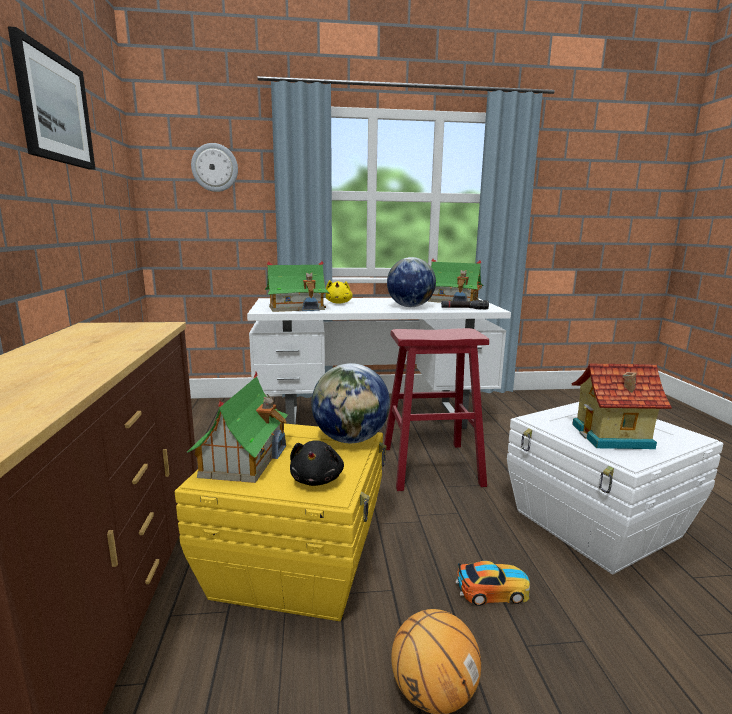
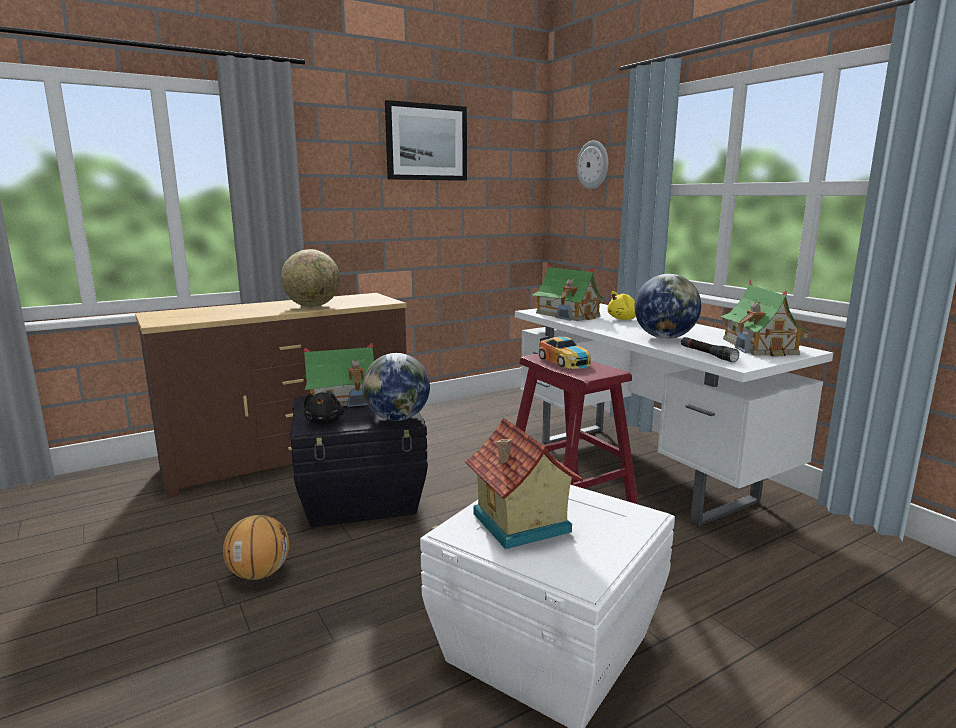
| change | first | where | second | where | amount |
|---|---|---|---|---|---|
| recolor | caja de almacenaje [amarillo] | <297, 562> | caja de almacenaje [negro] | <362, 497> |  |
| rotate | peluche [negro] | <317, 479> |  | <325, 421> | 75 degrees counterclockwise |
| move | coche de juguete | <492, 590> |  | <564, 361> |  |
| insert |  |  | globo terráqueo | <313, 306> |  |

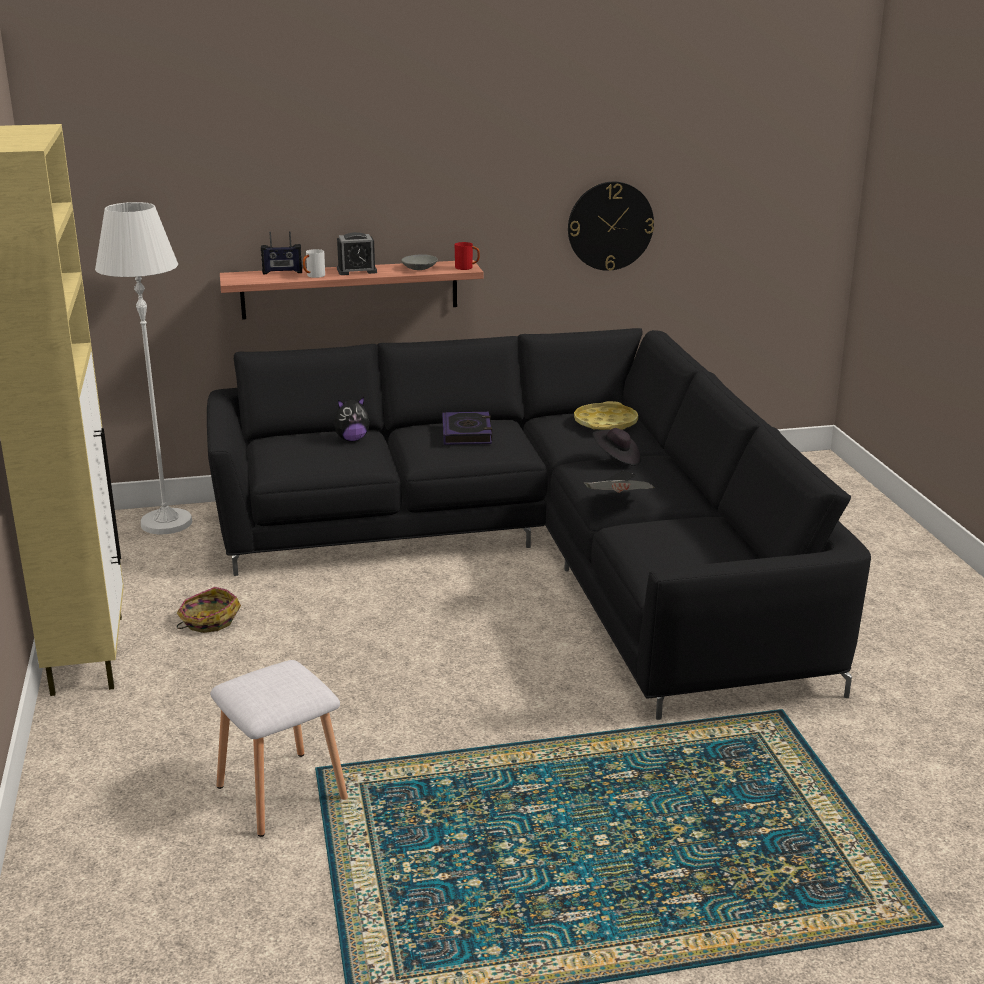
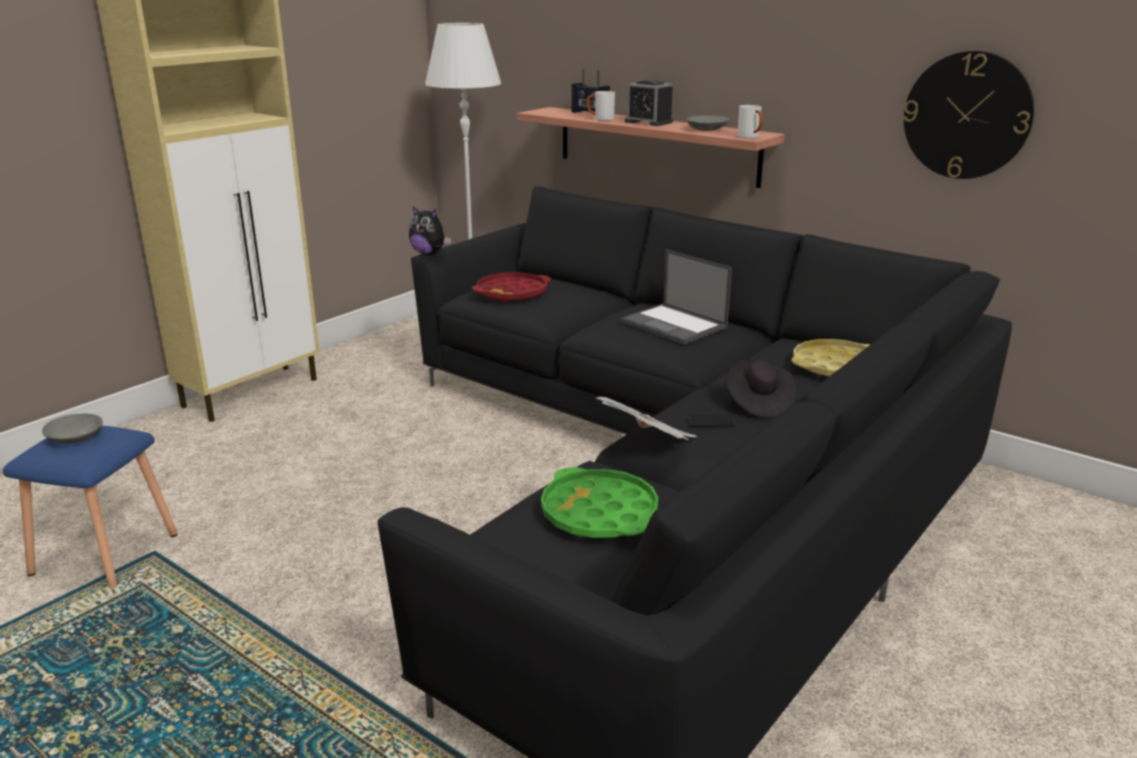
| change | first | where | second | where | amount |
|---|---|---|---|---|---|
| recolor | taza grande [rojo] | <467, 268> | taza grande [blanco] | <750, 137> |  |
| move | peluche | <352, 439> |  | <429, 253> |  |
| replace | libro | <467, 433> | portátil | <675, 325> |  |
| delete | cesta | <208, 621> |  |  |  |
| recolor | taburete [blanco] | <283, 791> | taburete [azul] | <107, 553> |  |
| insert |  |  | bandeja [rojo] | <512, 293> |  |
| insert |  |  | cuenco [gris] | <76, 438> |  |
| insert |  |  | bandeja [verde] | <599, 513> |  |

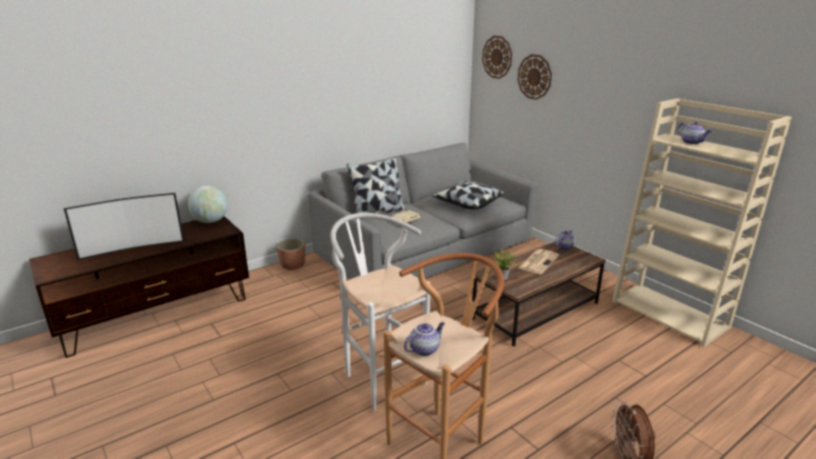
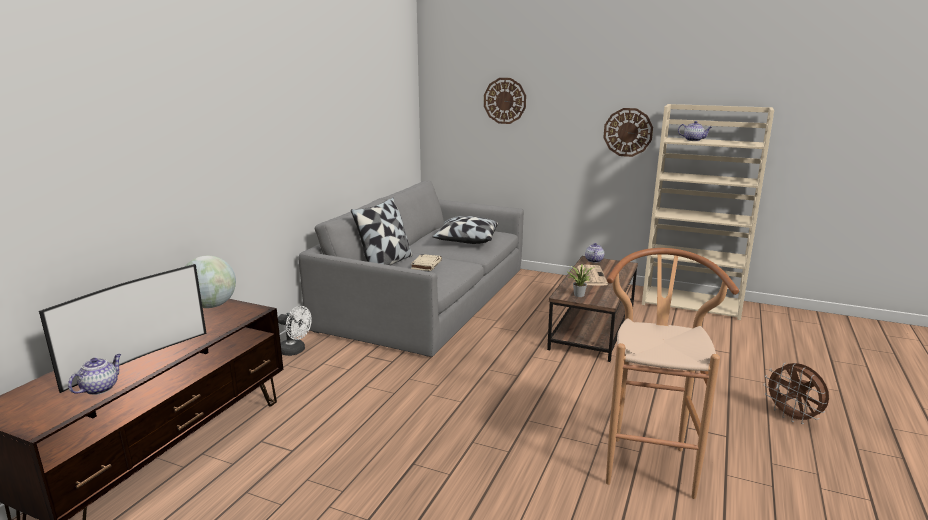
| change | first | where | second | where | amount |
|---|---|---|---|---|---|
| move | reloj de pared | <497, 57> |  | <628, 132> |  |
| delete | taburete [blanco] | <380, 376> |  |  |  |
| replace | maceta | <292, 265> | ventilador [blanco] | <295, 351> |  |
| move | tetera | <424, 349> |  | <100, 388> |  |

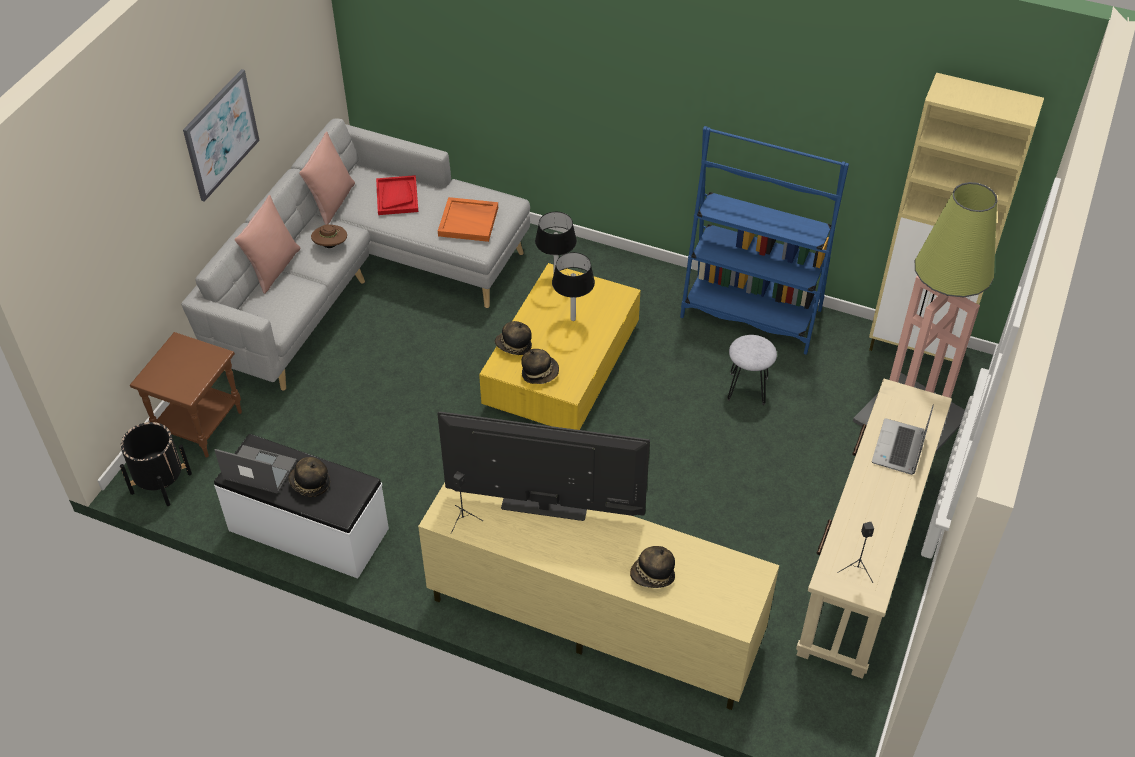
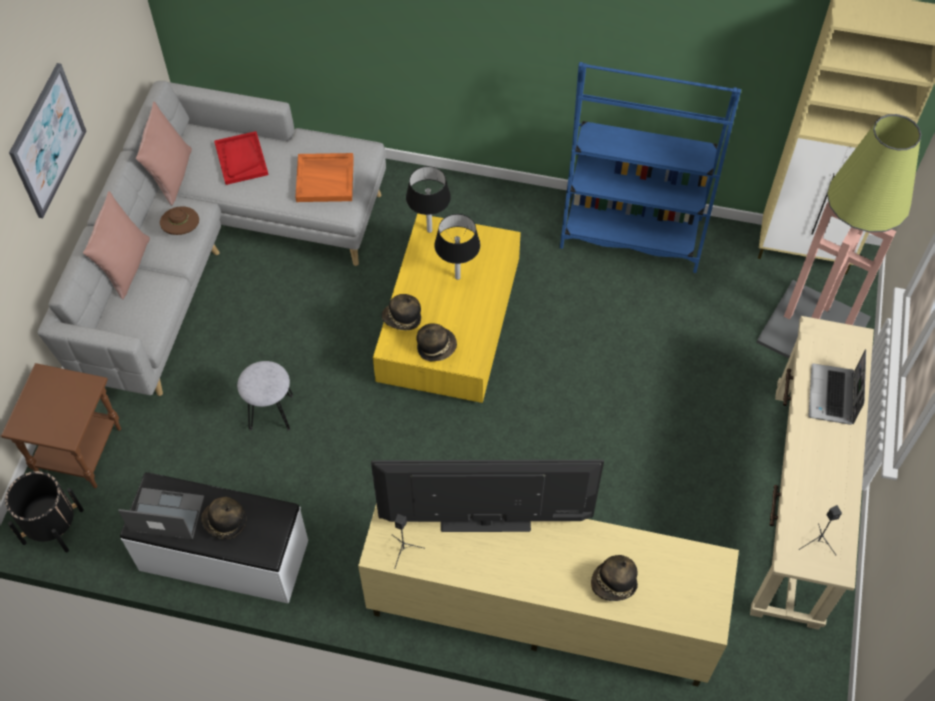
| change | first | where | second | where | amount |
|---|---|---|---|---|---|
| move | taburete [gris] | <747, 388> |  | <270, 412> |  |

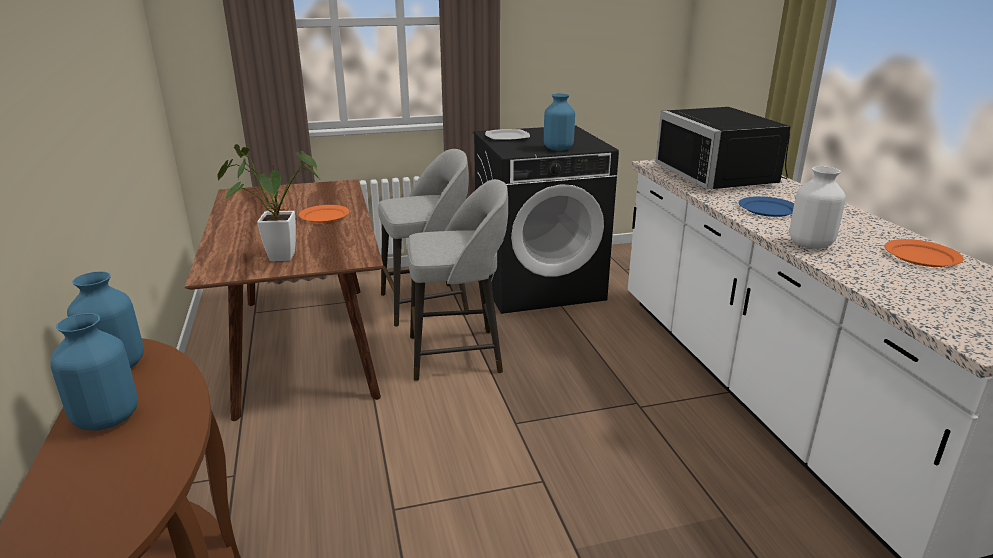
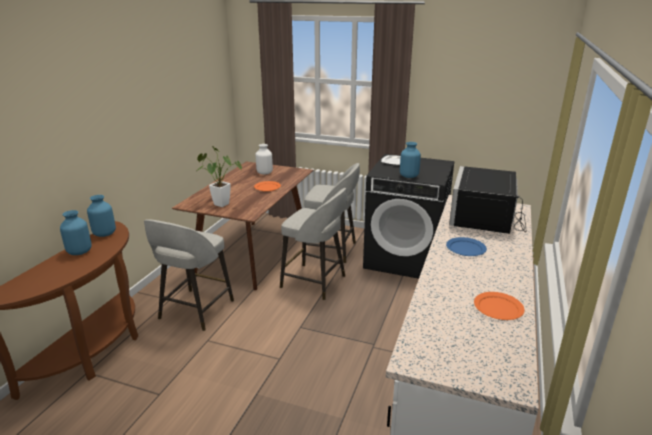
| change | first | where | second | where | amount |
|---|---|---|---|---|---|
| move | florero [blanco] | <810, 244> |  | <264, 173> |  |
| insert |  |  | taburete [gris] | <195, 310> |  |

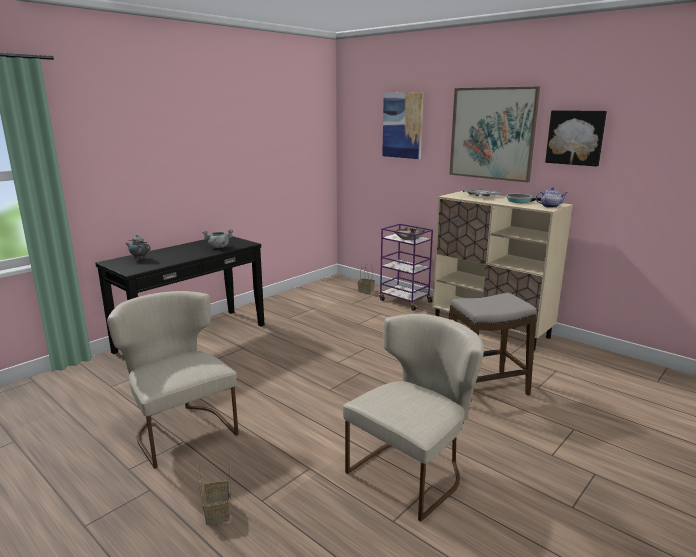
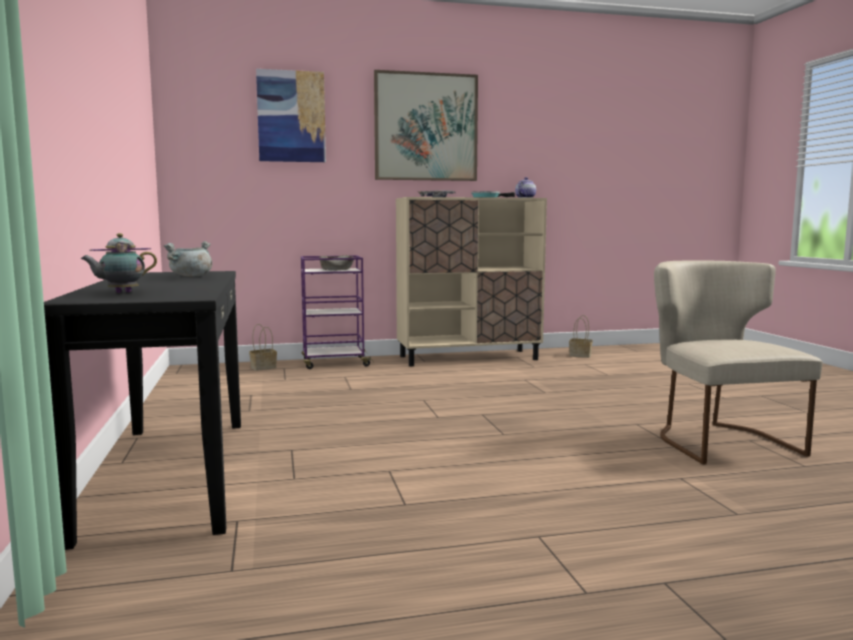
| change | first | where | second | where | amount |
|---|---|---|---|---|---|
| delete | cuadro | <575, 137> |  |  |  |
| delete | silla [beis] | <180, 429> |  |  |  |
| delete | taburete | <485, 388> |  |  |  |
| move | cesta | <218, 513> |  | <581, 355> |  |

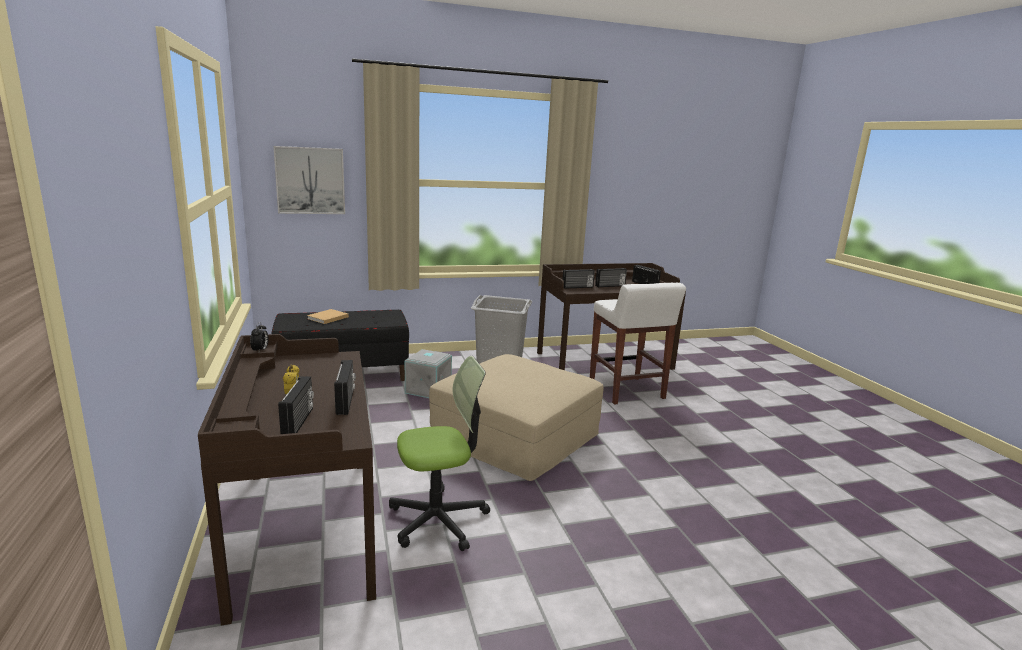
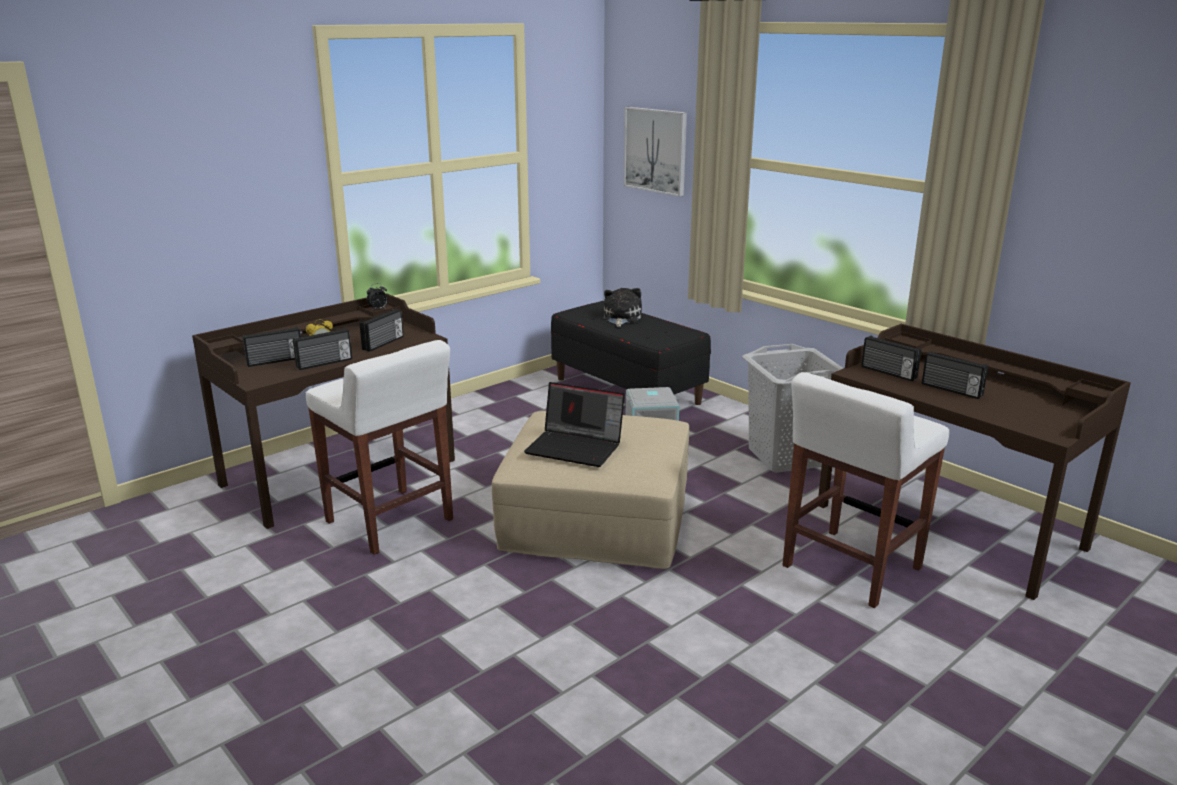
| change | first | where | second | where | amount |
|---|---|---|---|---|---|
| move | radio | <645, 284> |  | <384, 343> |  |
| replace | libro [beis] | <327, 318> | peluche | <621, 318> |  |
| replace | silla de oficina | <438, 520> | taburete [blanco] | <390, 522> |  |
| insert |  |  | portátil | <576, 447> |  |

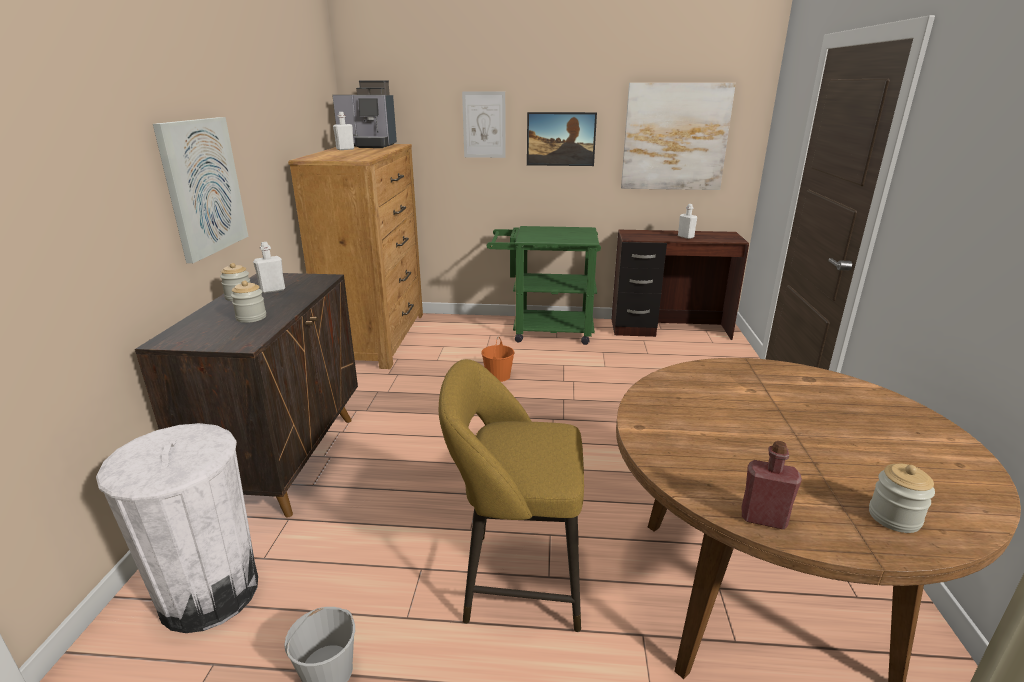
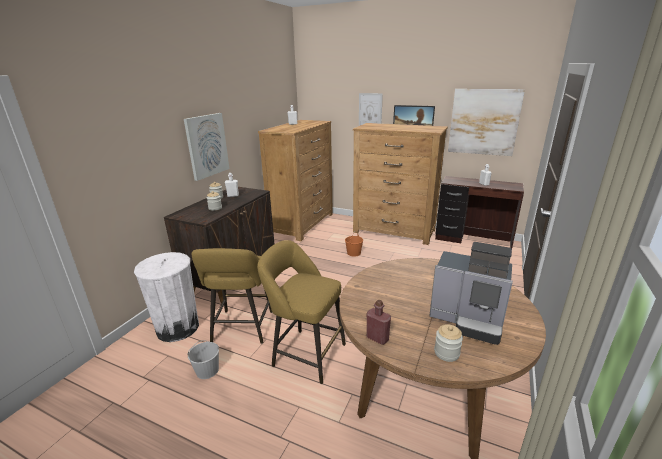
| change | first | where | second | where | amount |
|---|---|---|---|---|---|
| move | cafetera | <369, 145> |  | <468, 320> |  |
| replace | carrito [verde] | <544, 331> | cómoda [marrón] | <394, 231> |  |
| insert |  |  | taburete [amarillo] | <242, 329> |  |

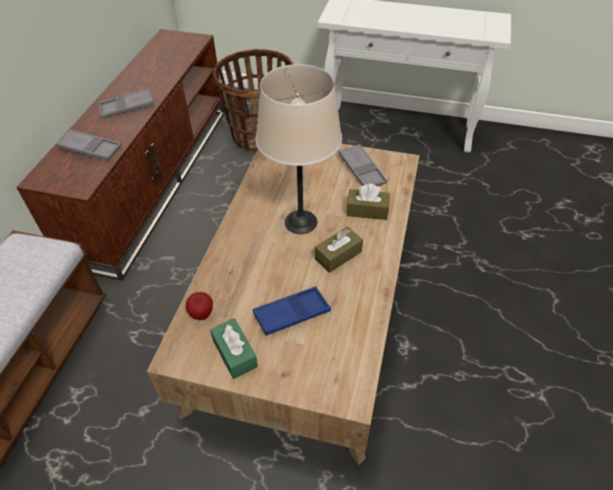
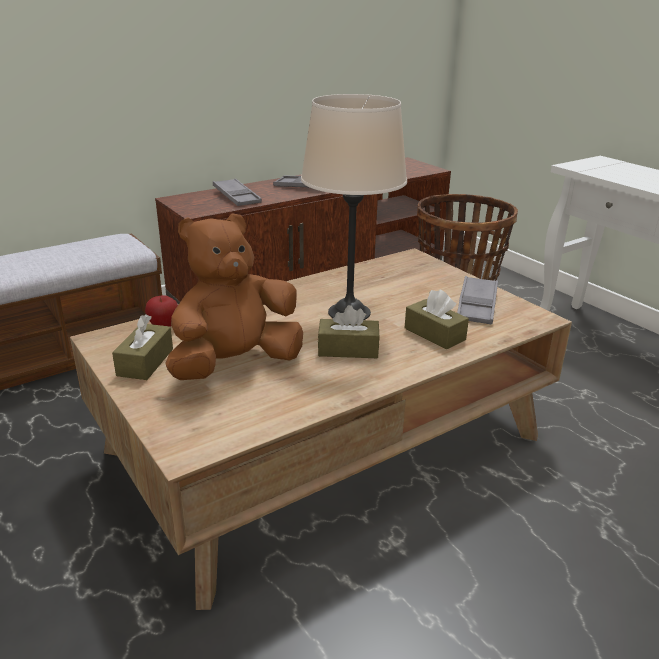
| change | first | where | second | where | amount |
|---|---|---|---|---|---|
| replace | bandeja [azul] | <292, 313> | peluche [marrón] | <235, 364> |  |
| recolor | caja de pañuelos [verde] | <235, 353> | caja de pañuelos [marrón] | <145, 362> |  |

